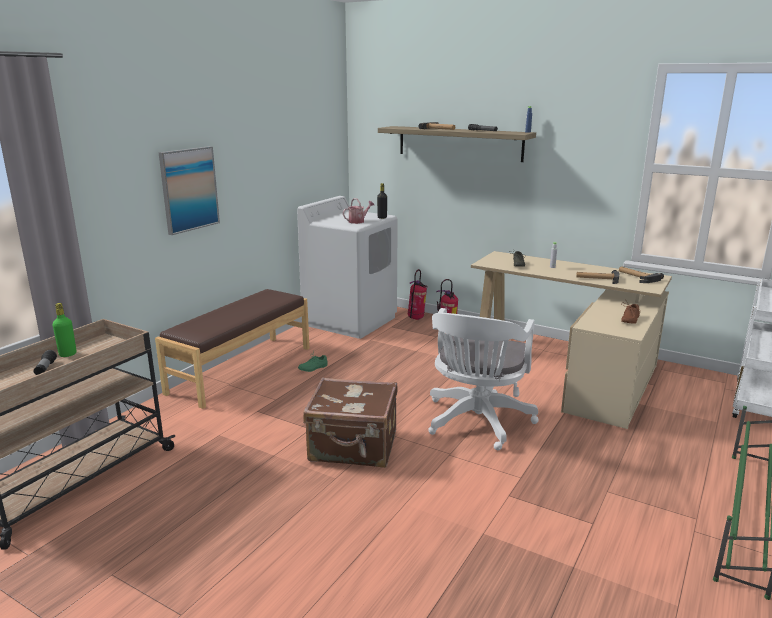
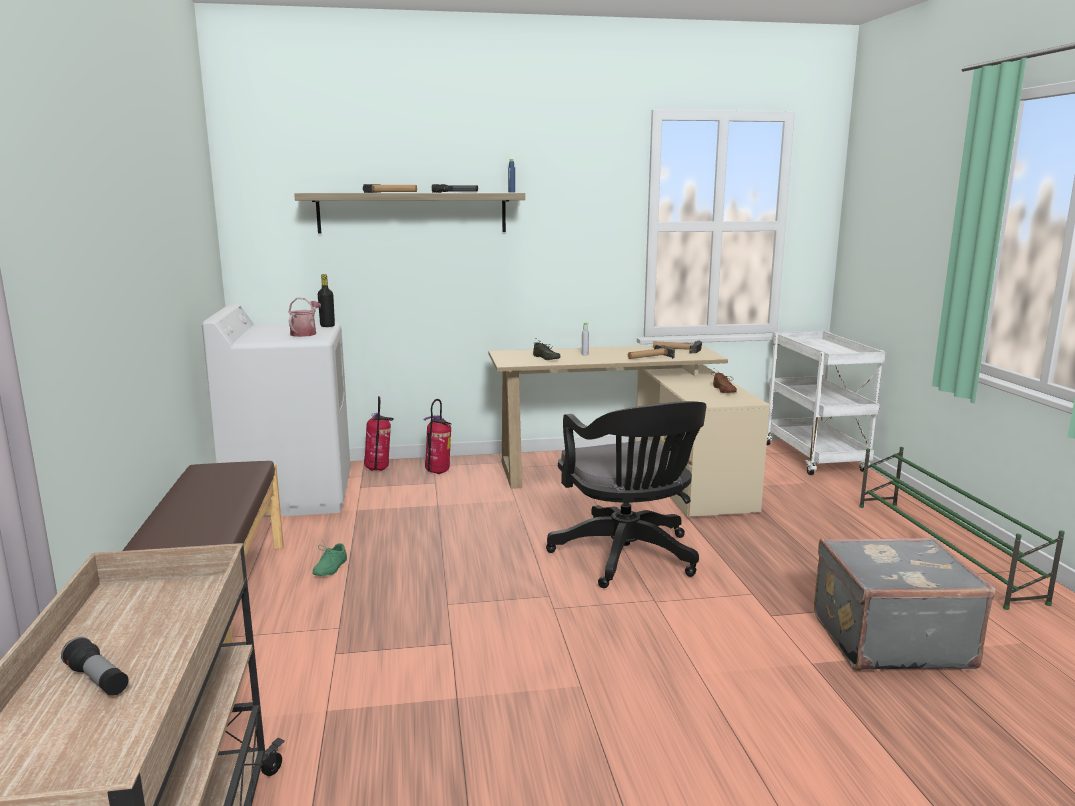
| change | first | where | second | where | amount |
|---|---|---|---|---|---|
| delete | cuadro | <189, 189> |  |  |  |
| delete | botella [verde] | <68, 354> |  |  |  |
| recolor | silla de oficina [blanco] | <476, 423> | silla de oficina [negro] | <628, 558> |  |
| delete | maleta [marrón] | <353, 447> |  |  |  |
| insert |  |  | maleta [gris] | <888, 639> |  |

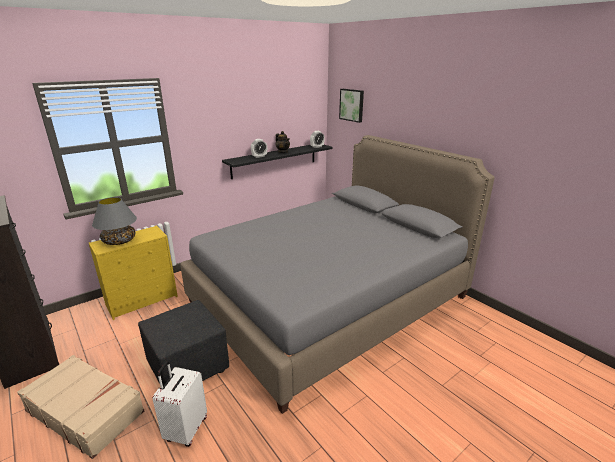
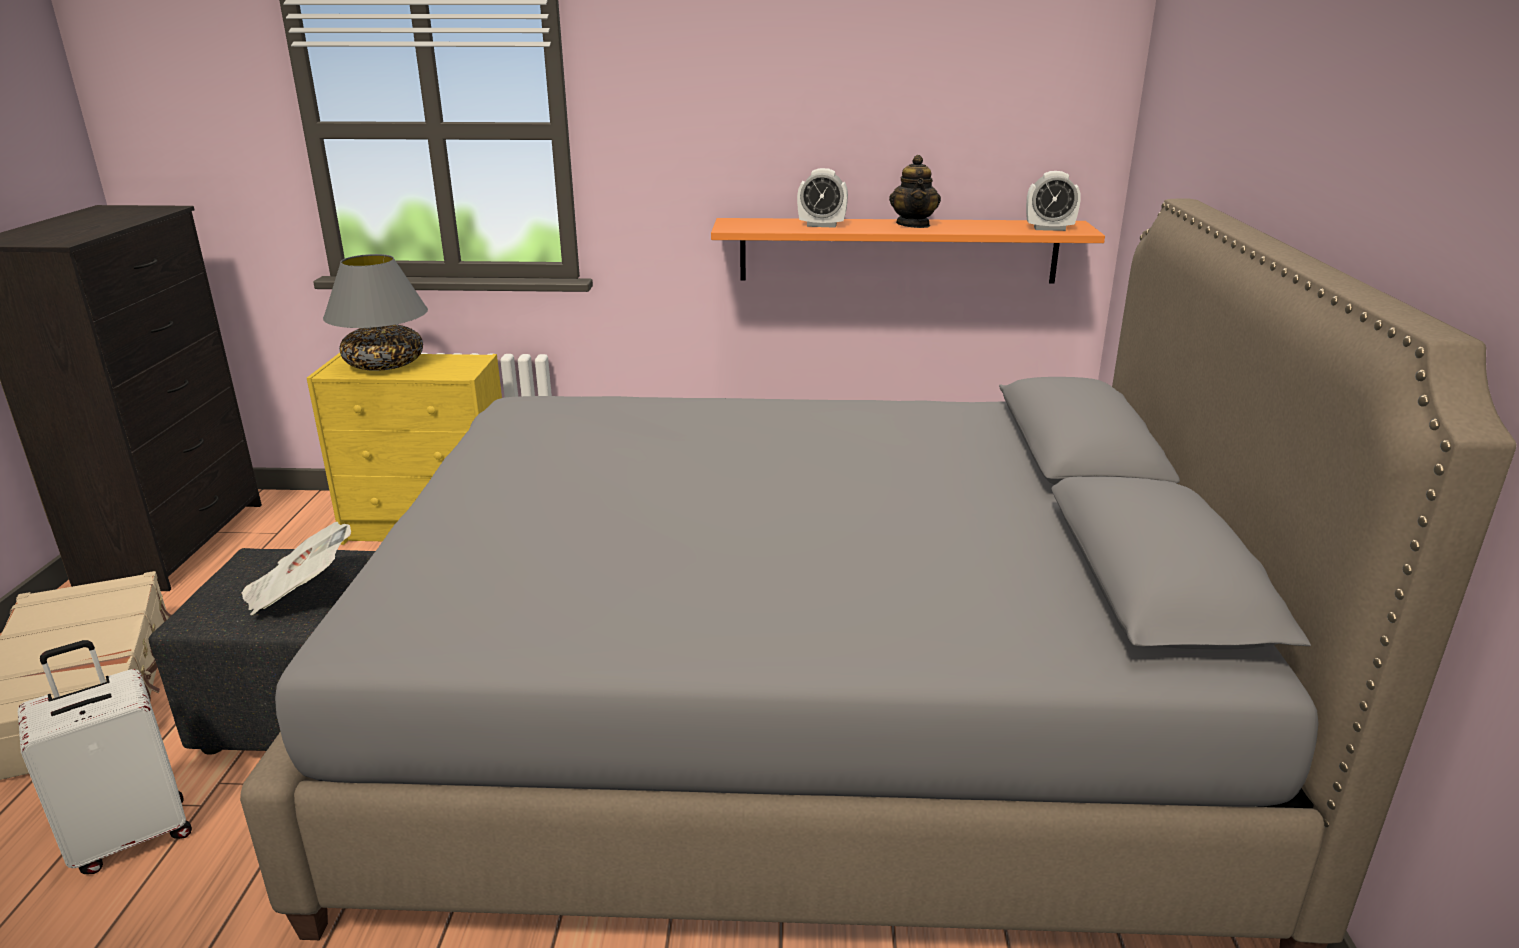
| change | first | where | second | where | amount |
|---|---|---|---|---|---|
| delete | cuadro | <352, 105> |  |  |  |
| recolor | estante [negro] | <274, 160> | estante [naranja] | <898, 250> |  |
| insert |  |  | periódico | <299, 593> |  |

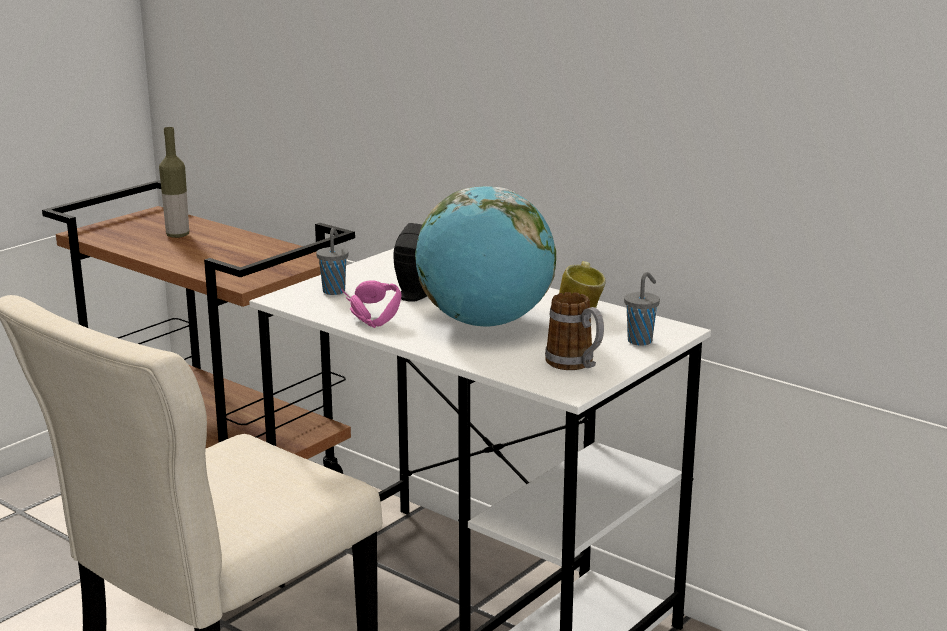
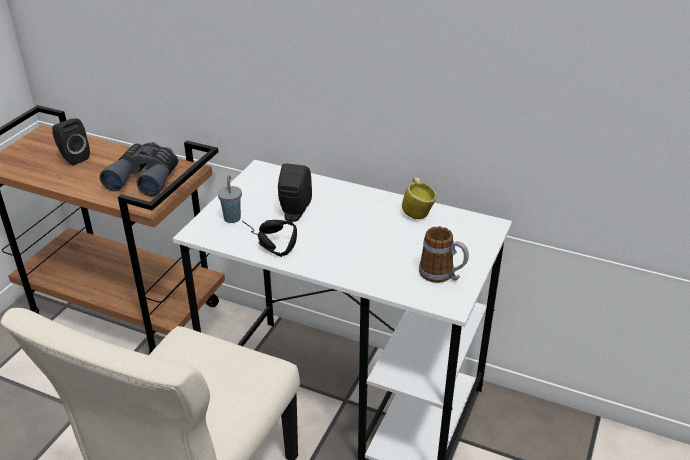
| change | first | where | second | where | amount |
|---|---|---|---|---|---|
| replace | botella | <177, 235> | altavoz [negro] | <73, 158> |  |
| delete | globo terráqueo | <485, 323> |  |  |  |
| delete | taza [gris] | <641, 341> |  |  |  |
| recolor | auriculares [rosa] | <361, 315> | auriculares [negro] | <265, 244> |  |
| insert |  |  | prismáticos [gris] | <145, 177> |  |

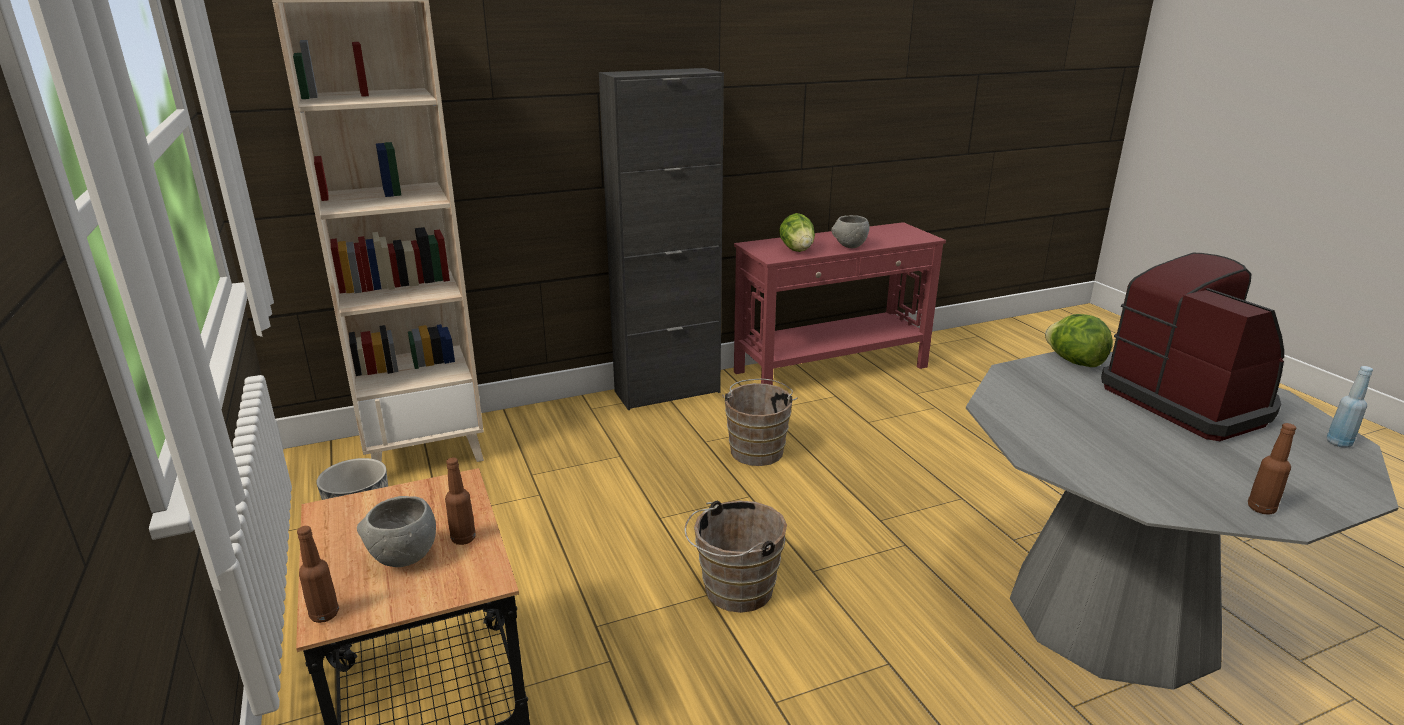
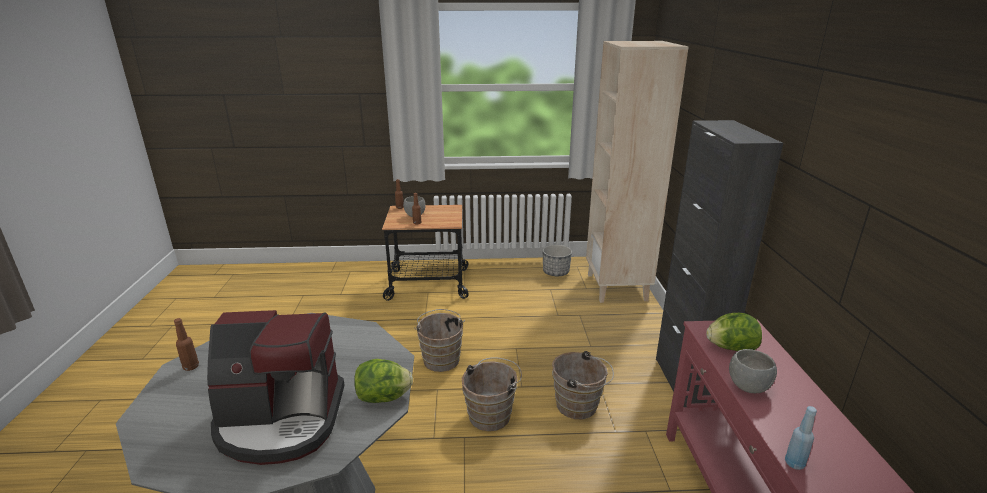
| change | first | where | second | where | amount |
|---|---|---|---|---|---|
| move | botella [azul] | <1338, 443> |  | <794, 463> |  |
| insert |  |  | cubo [marrón] | <492, 414> |  |

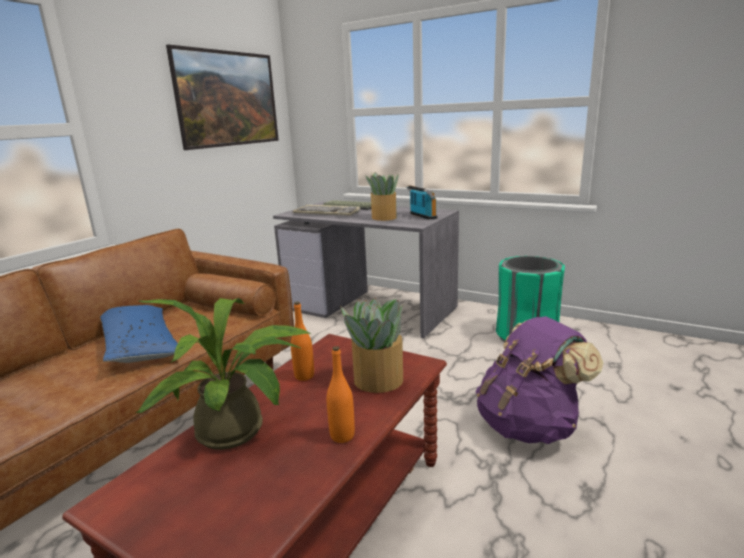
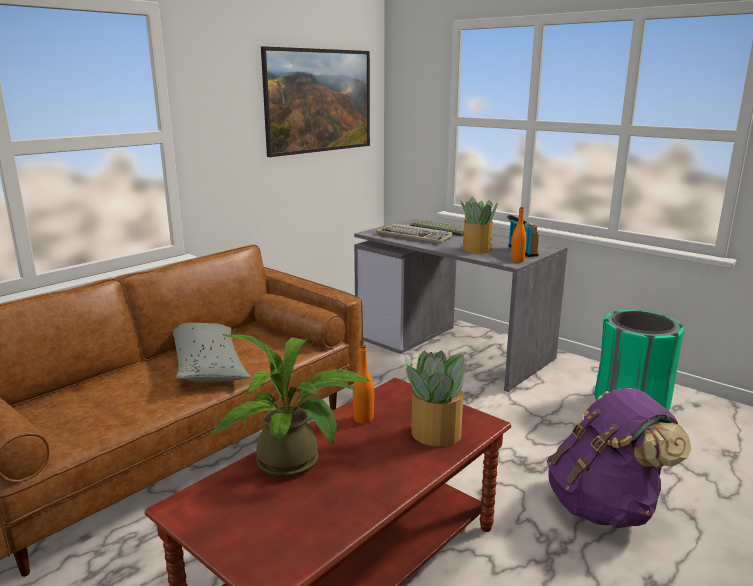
| change | first | where | second | where | amount |
|---|---|---|---|---|---|
| recolor | cojín [azul] | <140, 345> | cojín [gris] | <208, 364> |  |
| move | botella [naranja] | <342, 436> |  | <517, 260> |  |

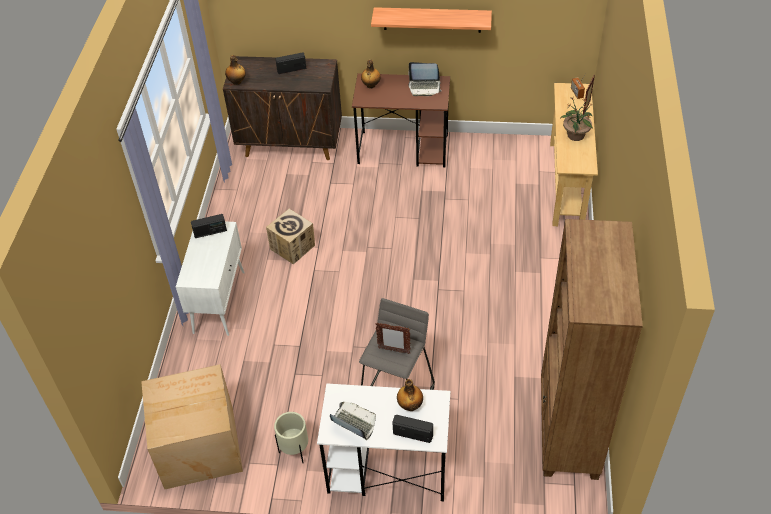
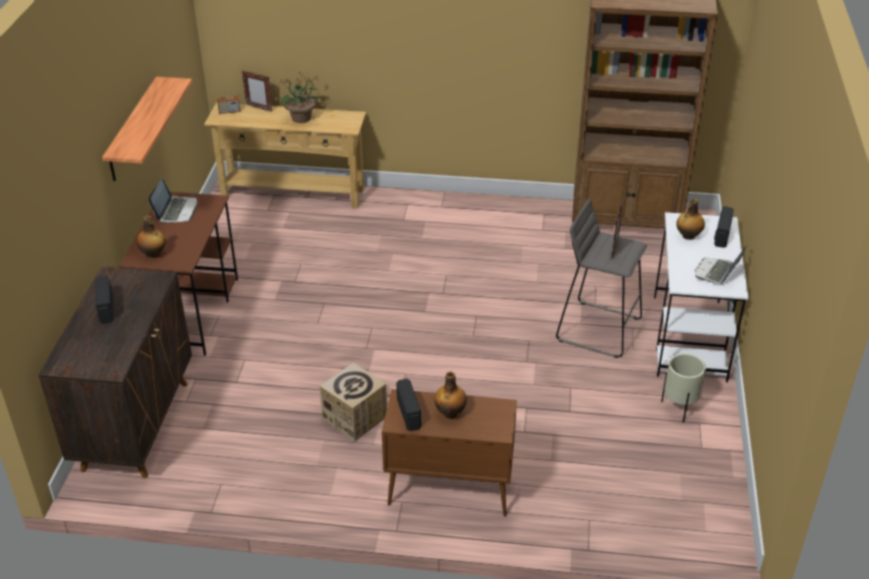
| change | first | where | second | where | amount |
|---|---|---|---|---|---|
| move | botella | <237, 82> |  | <450, 412> |  |
| recolor | armario [blanco] | <219, 301> | armario [marrón] | <448, 491> |  |
| delete | caja de cartón | <198, 446> |  |  |  |

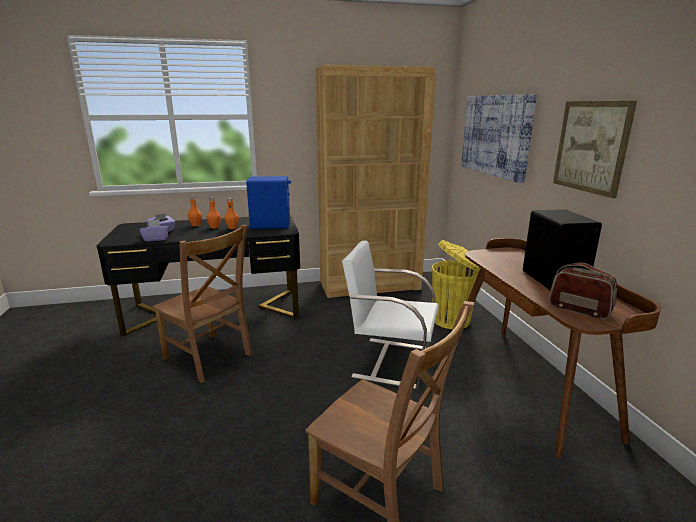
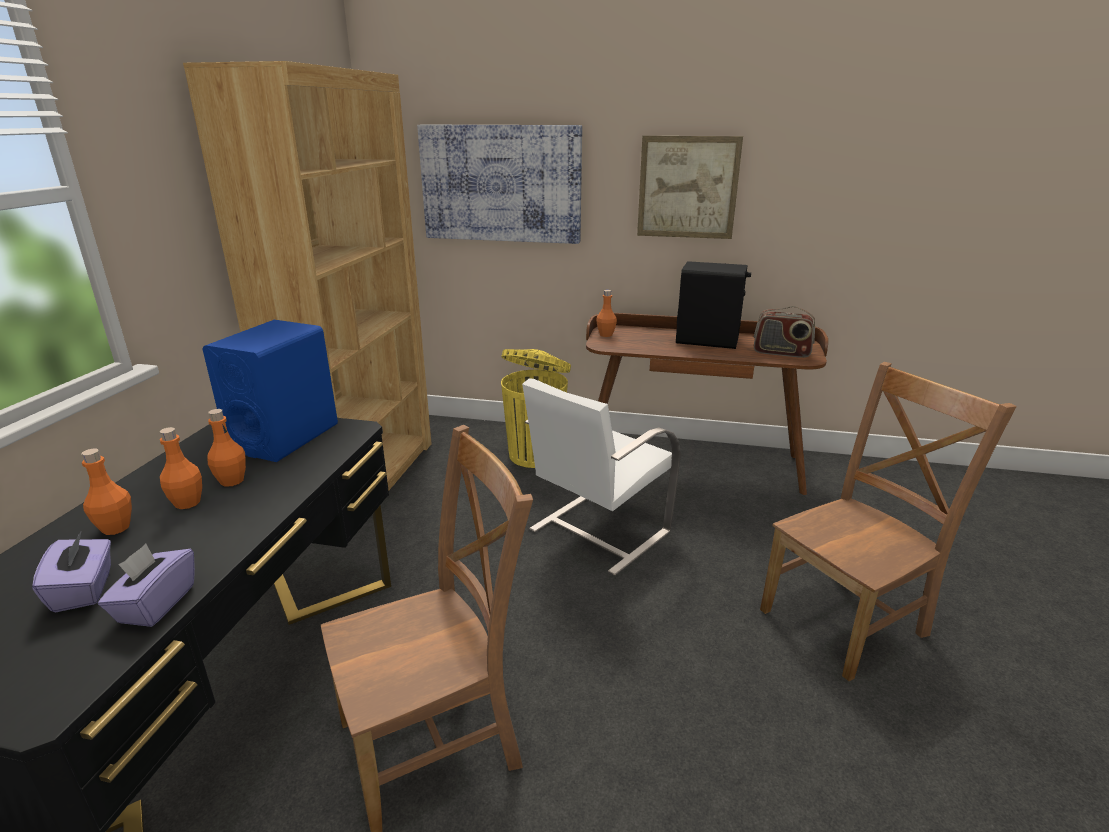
| change | first | where | second | where | amount |
|---|---|---|---|---|---|
| rotate | radio | <579, 309> |  | <781, 353> | 135 degrees counterclockwise |
| insert |  |  | botella [naranja] | <606, 335> |  |

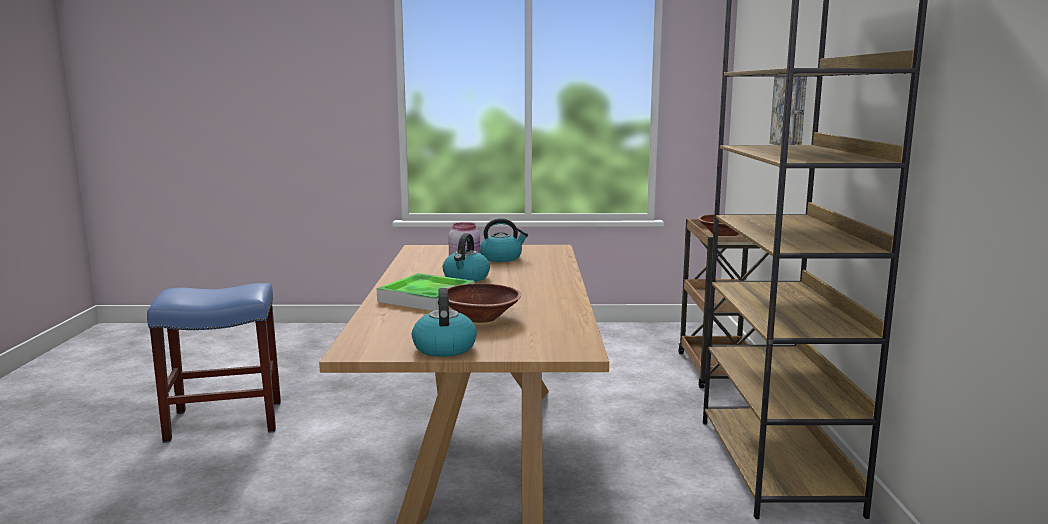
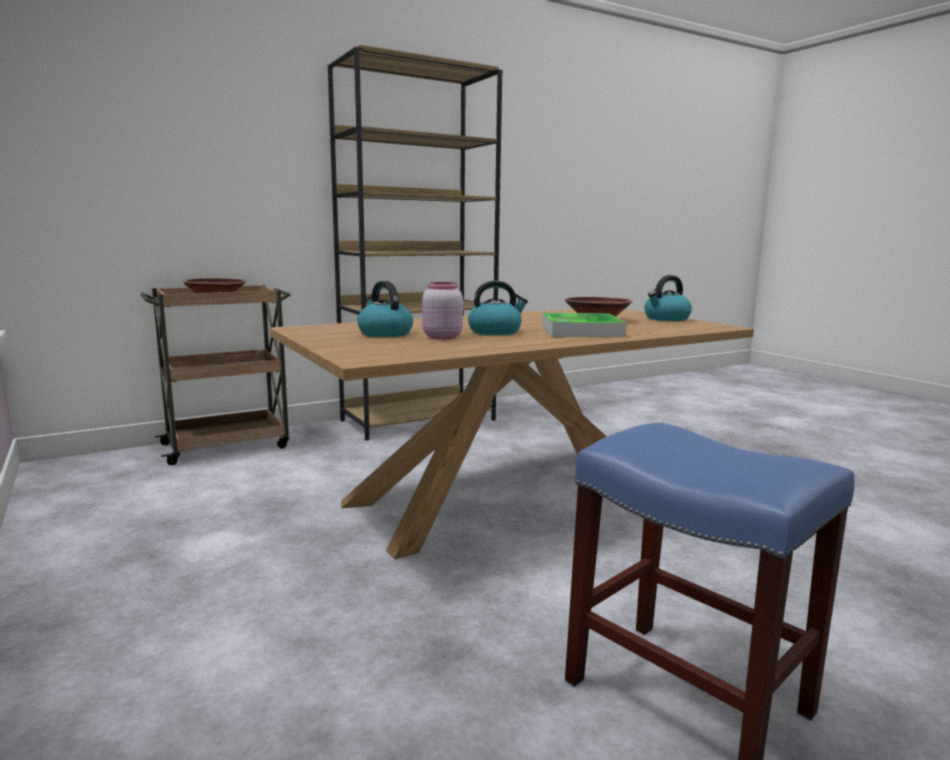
| change | first | where | second | where | amount |
|---|---|---|---|---|---|
| delete | cuadro | <791, 110> |  |  |  |

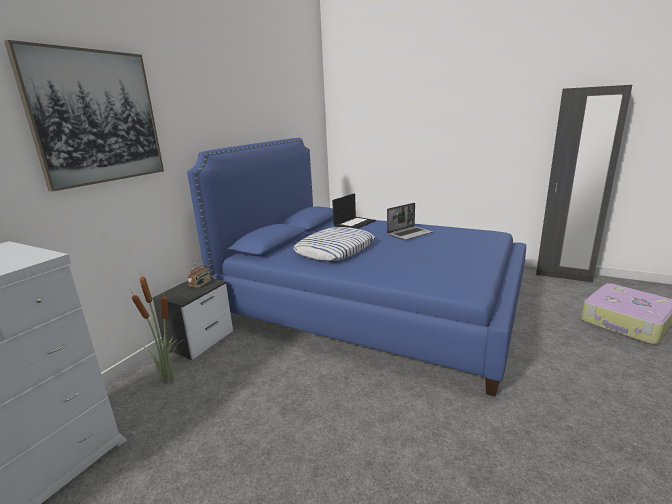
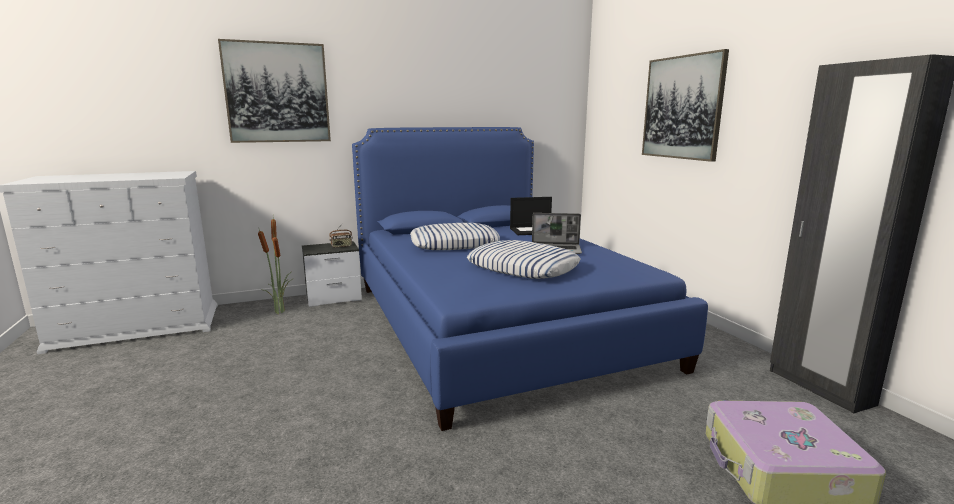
| change | first | where | second | where | amount |
|---|---|---|---|---|---|
| insert |  |  | cuadro | <682, 107> |  |
| insert |  |  | cojín | <523, 267> |  |

